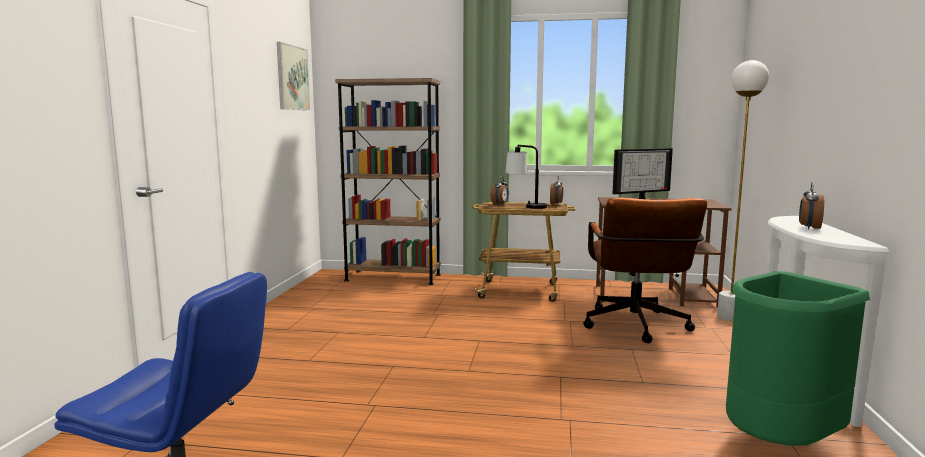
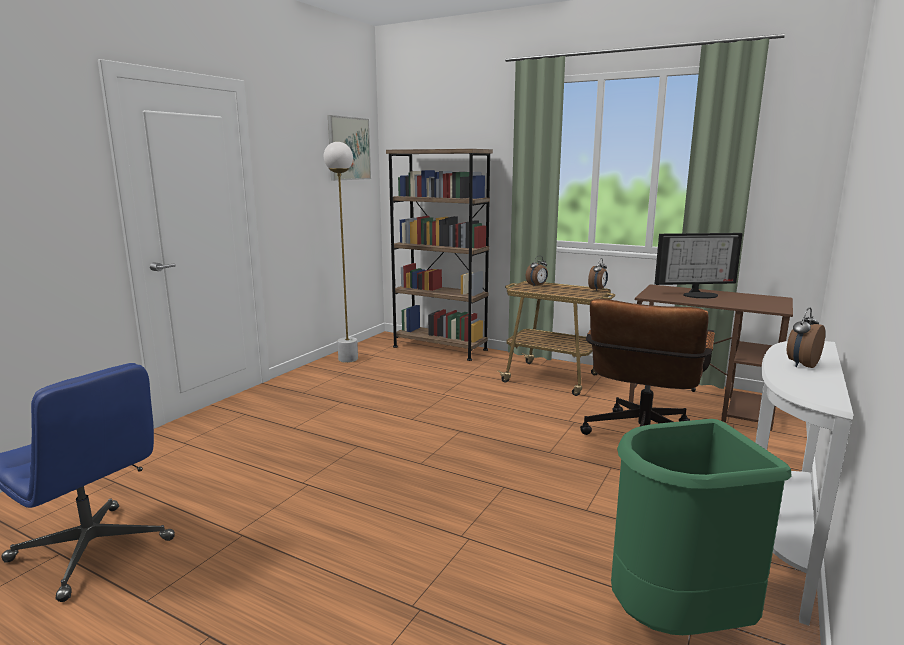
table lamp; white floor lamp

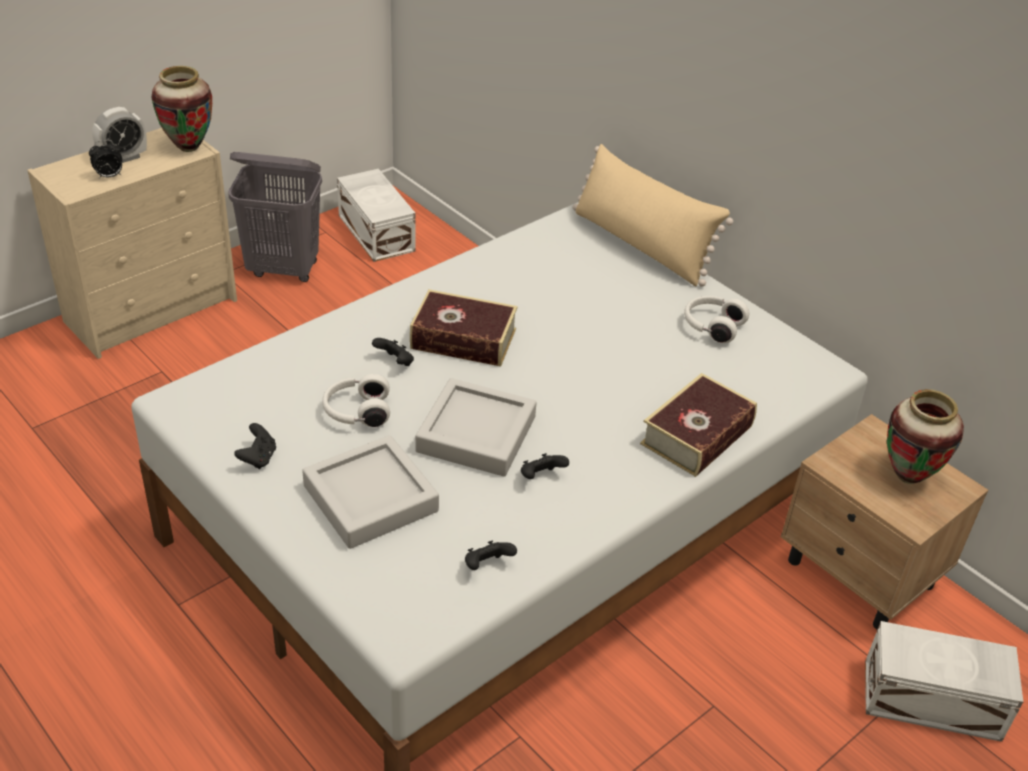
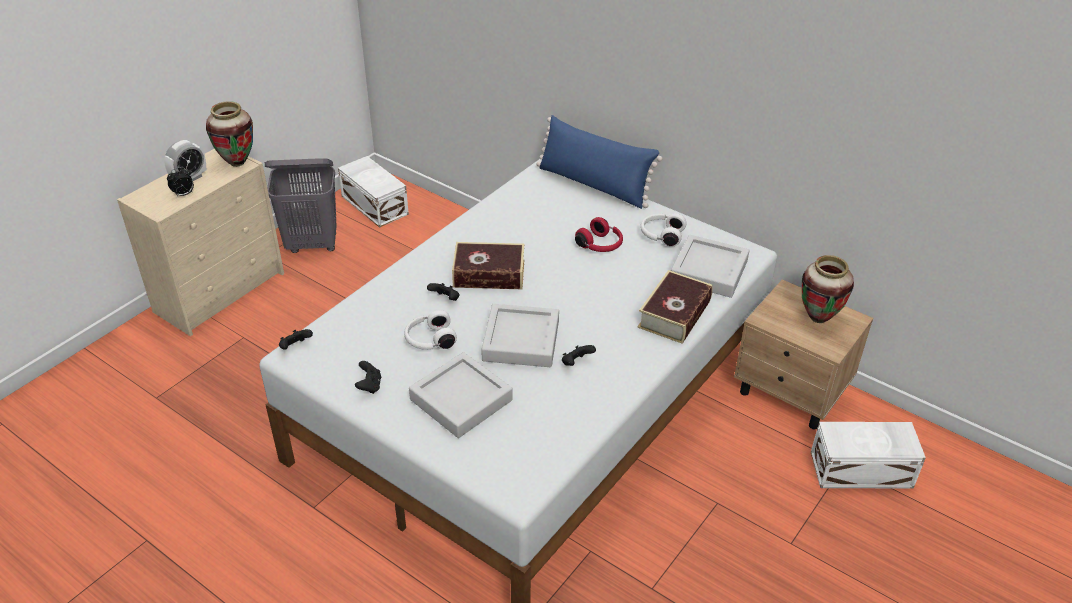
red headphones; grey tray (3rd from left); black game controller (1st from left); blue pillow

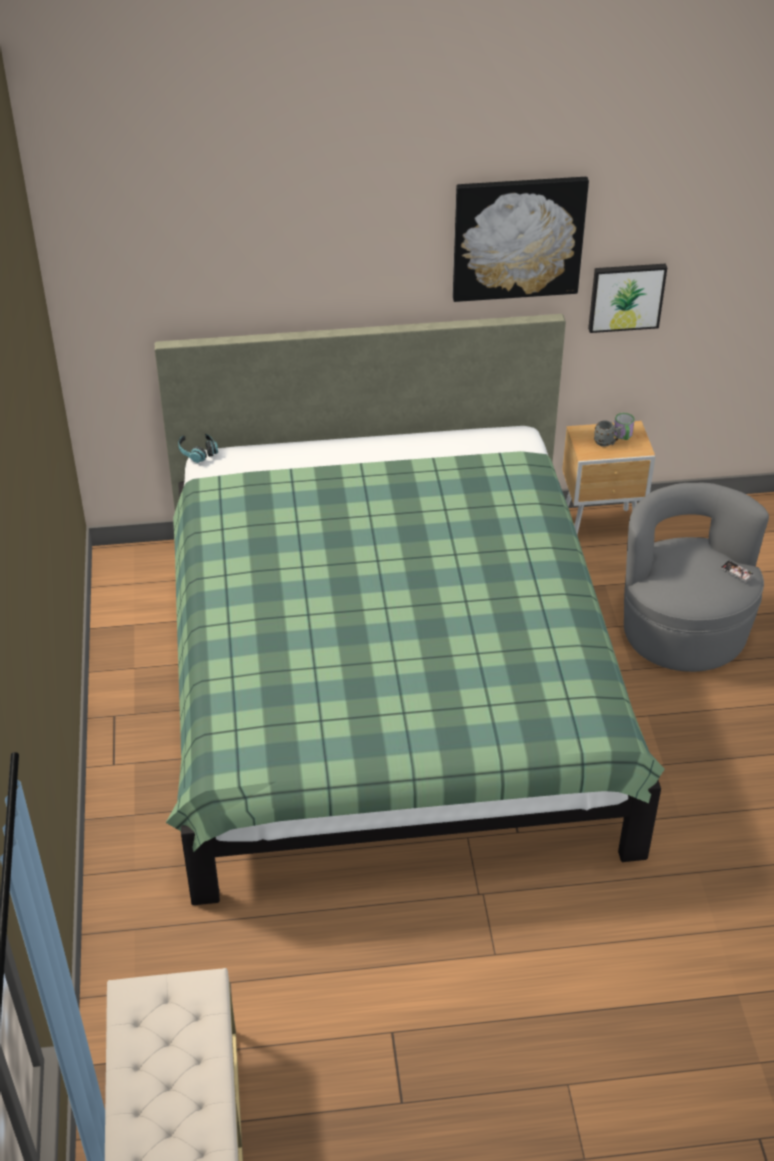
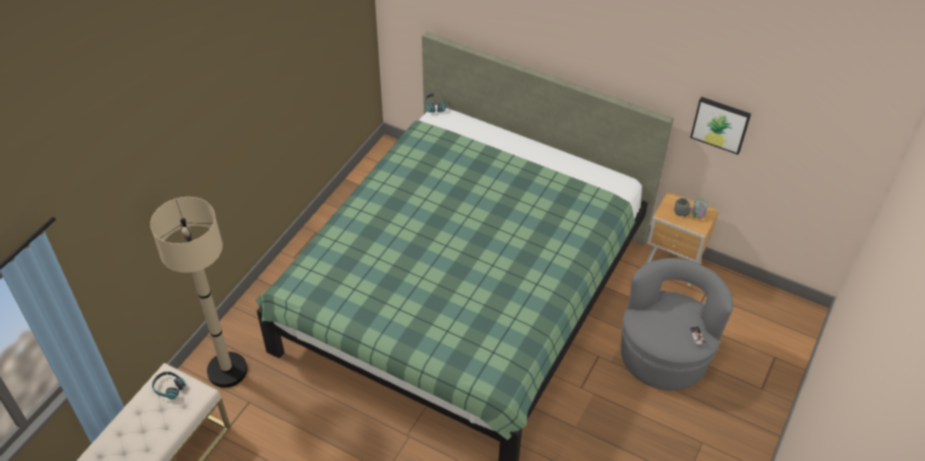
picture (1st from left in the first image); beige floor lamp; headphones (1st from left)

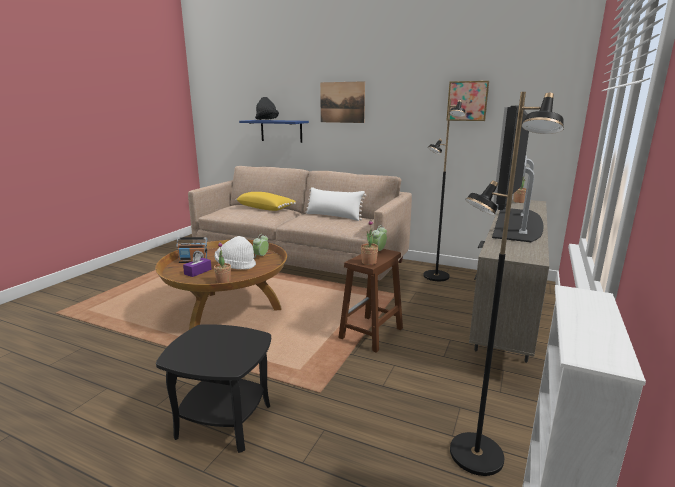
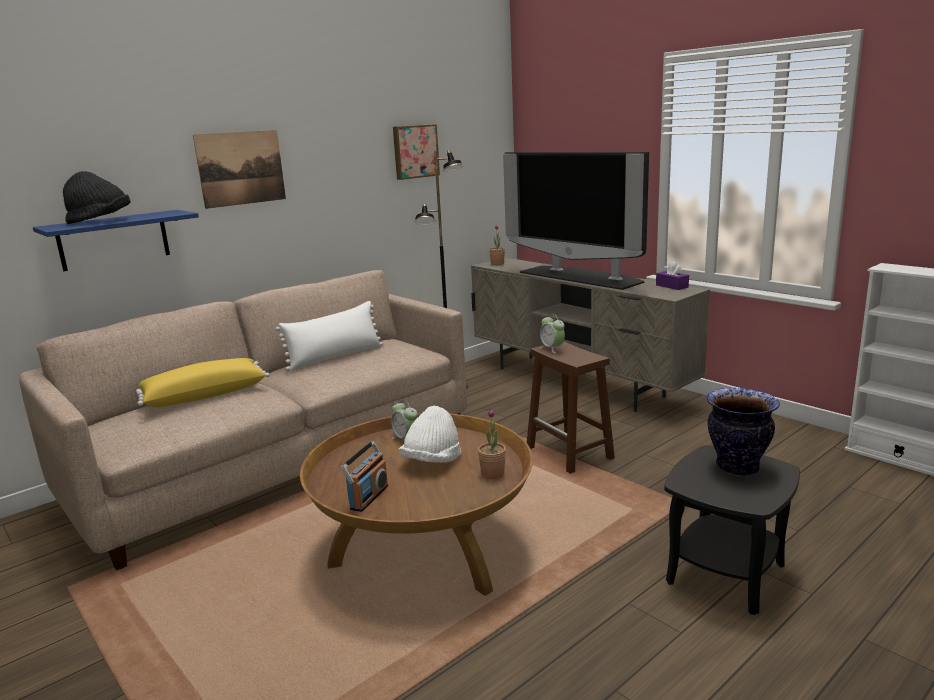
potted plant (2nd from left in the first image); black floor lamp (2nd from left in the first image); vase; purple tissue box

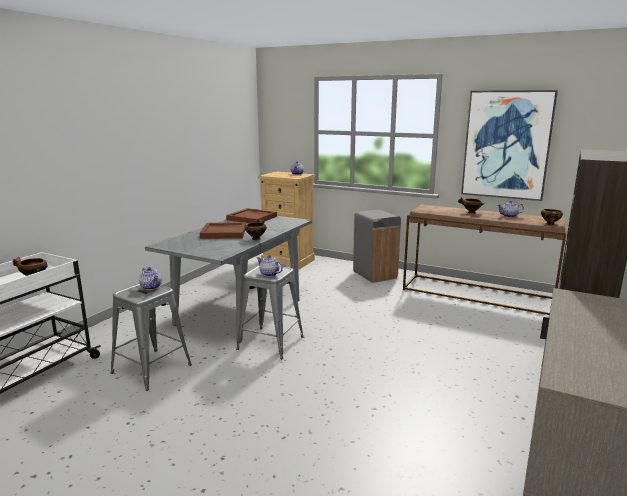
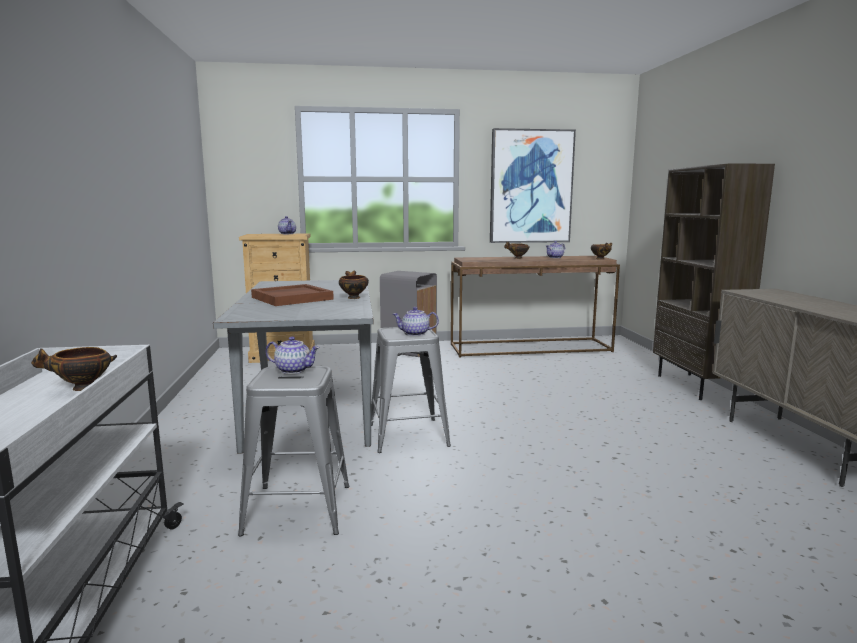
brown tray (2nd from left in the first image)

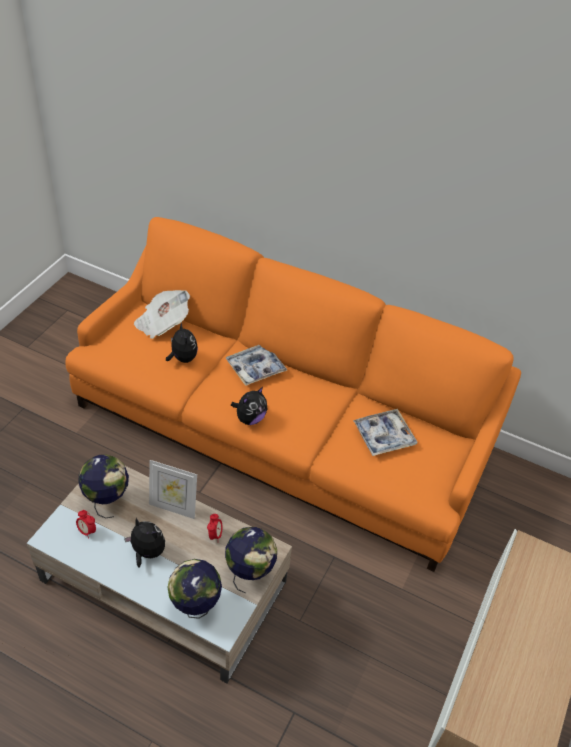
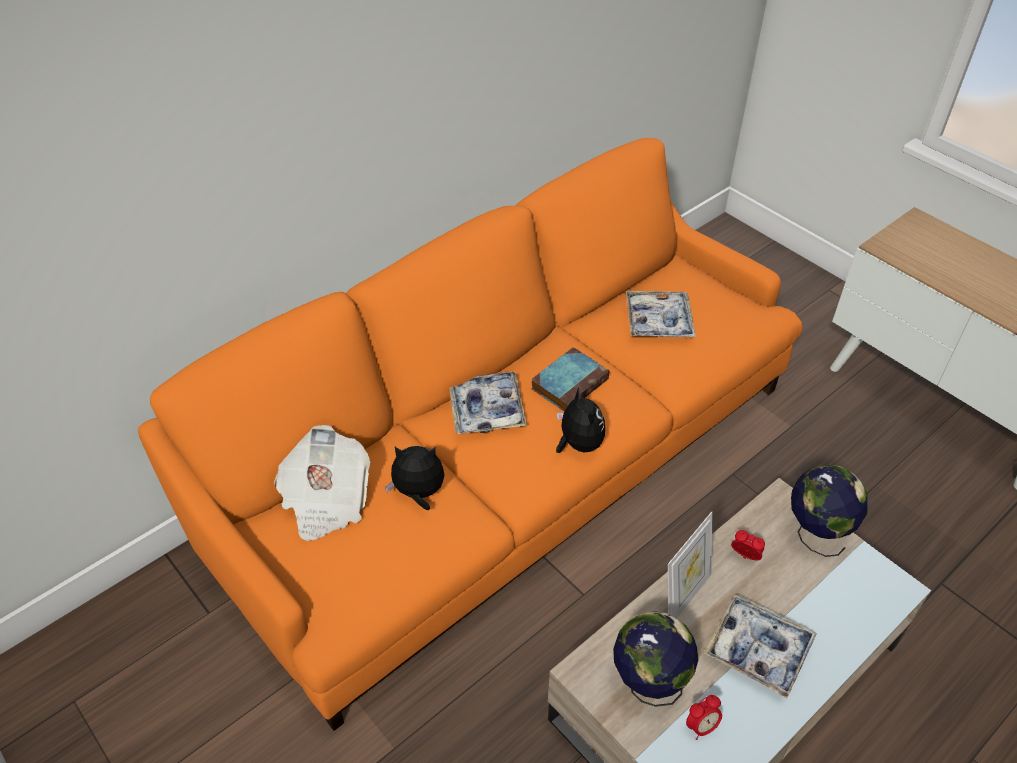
globe (2nd from left in the first image); book; tray (3rd from left)

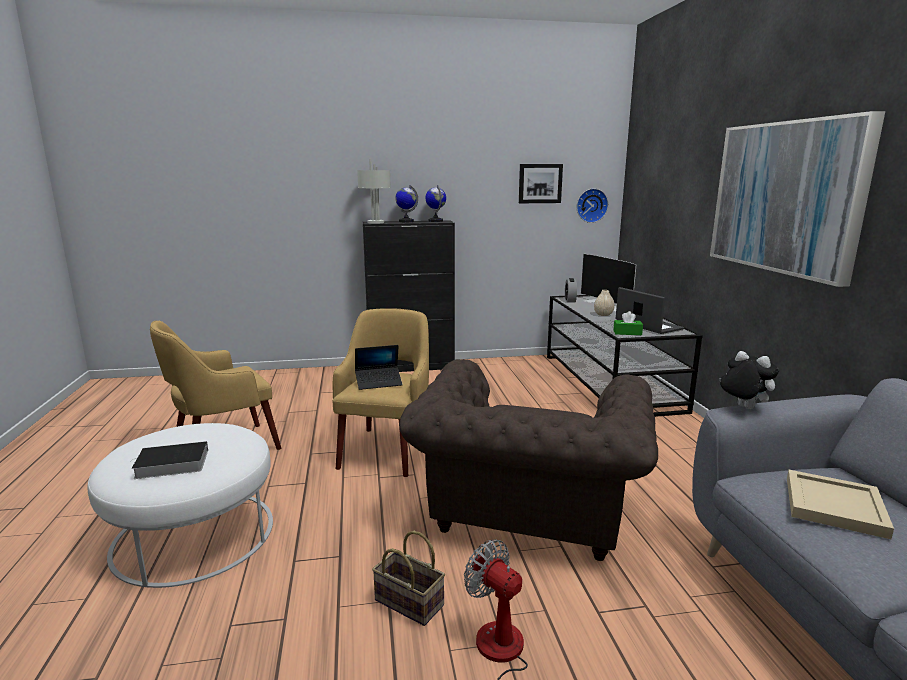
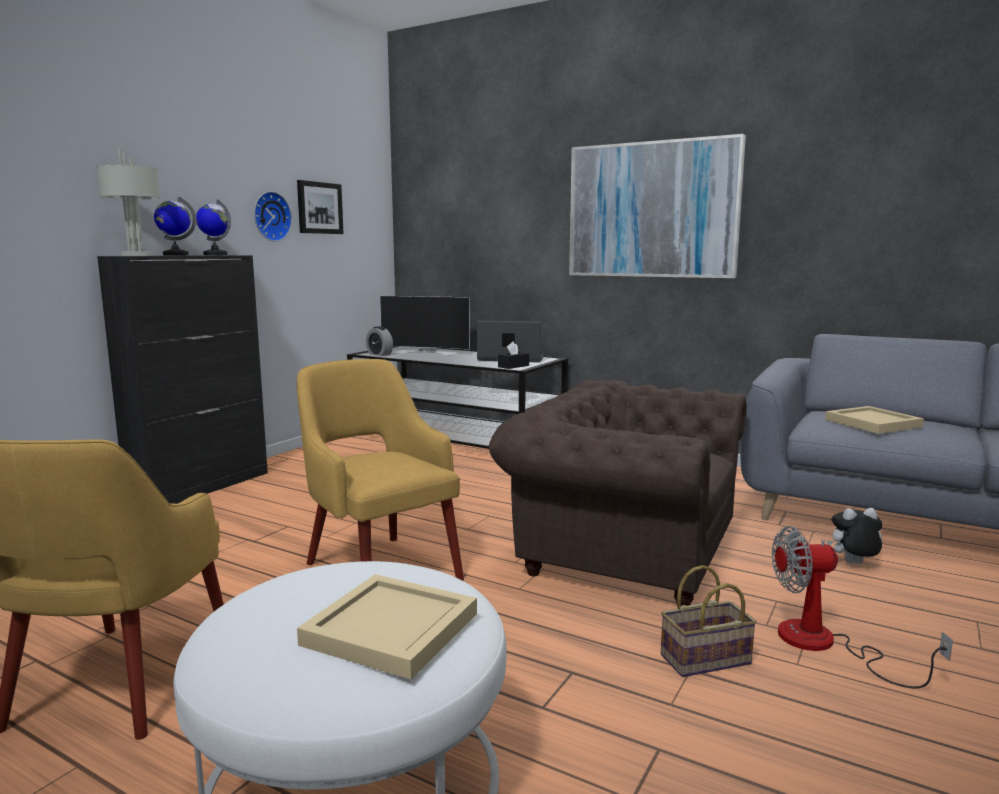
laptop (1st from left in the first image); beige vase; wall clock; plush toy; beige tray (1st from left); black tissue box; brown armchair

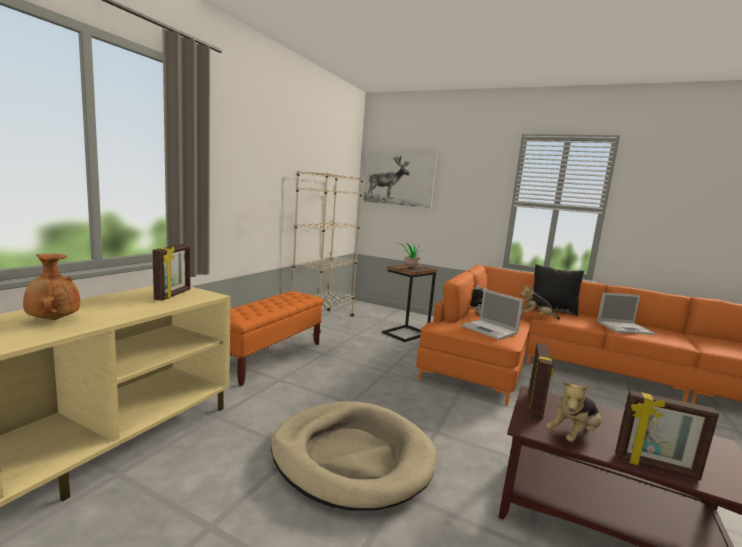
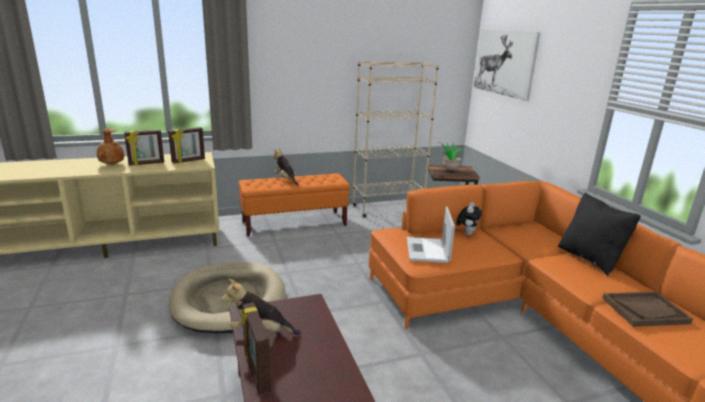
plush toy (2nd from left); picture frame (1st from left); brown tray

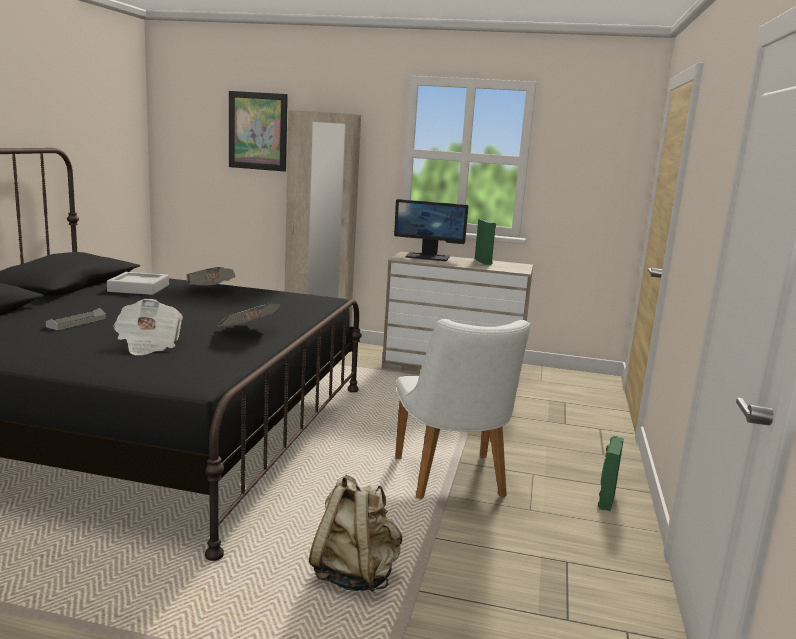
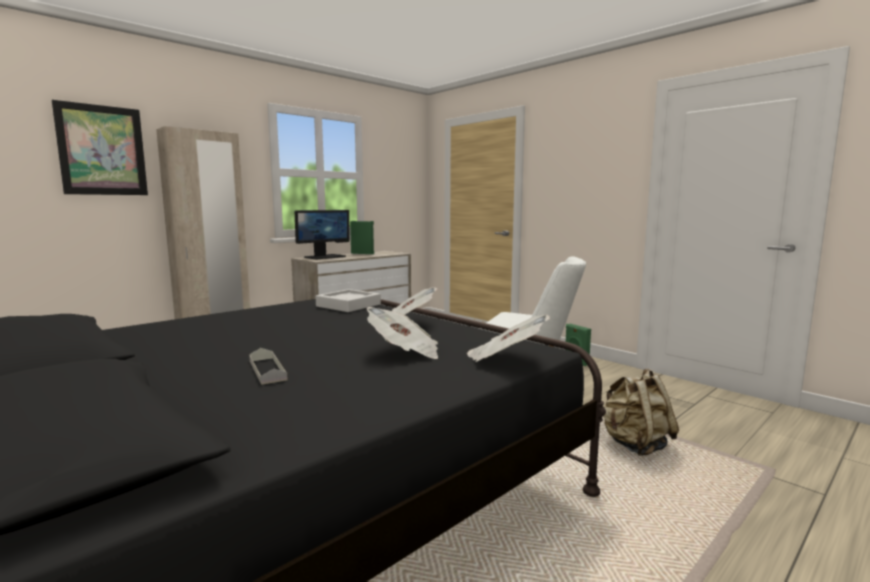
grey tray (2nd from left); newspaper (3rd from left)

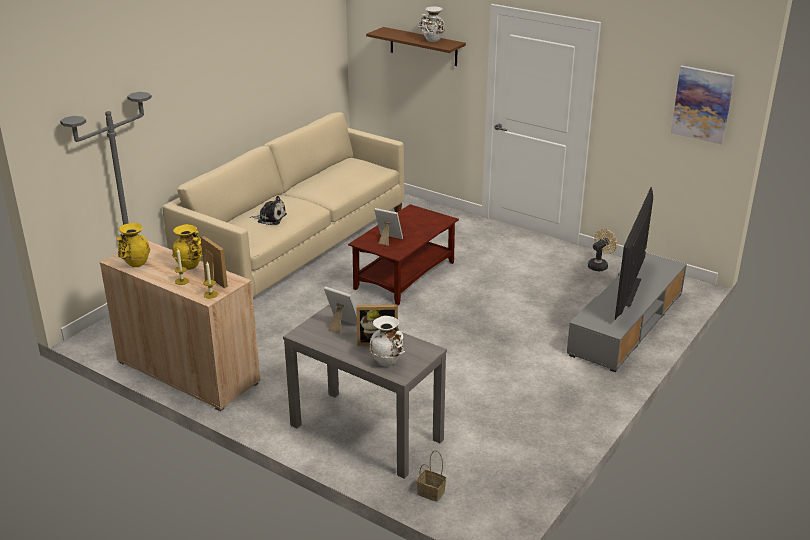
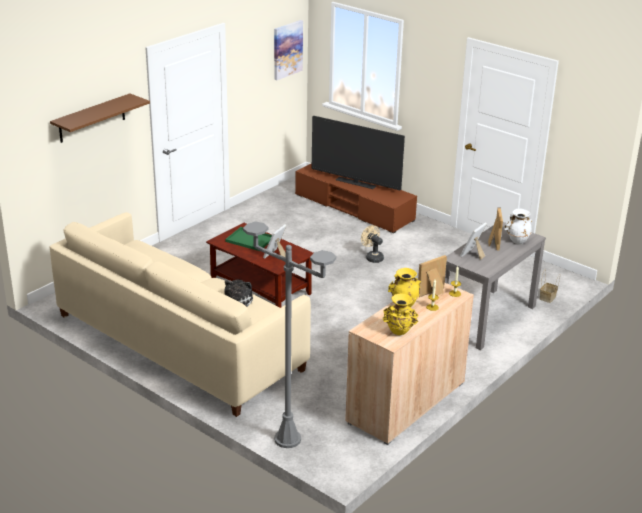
white vase (2nd from left in the first image); green tray; beige fan; brown tv stand

